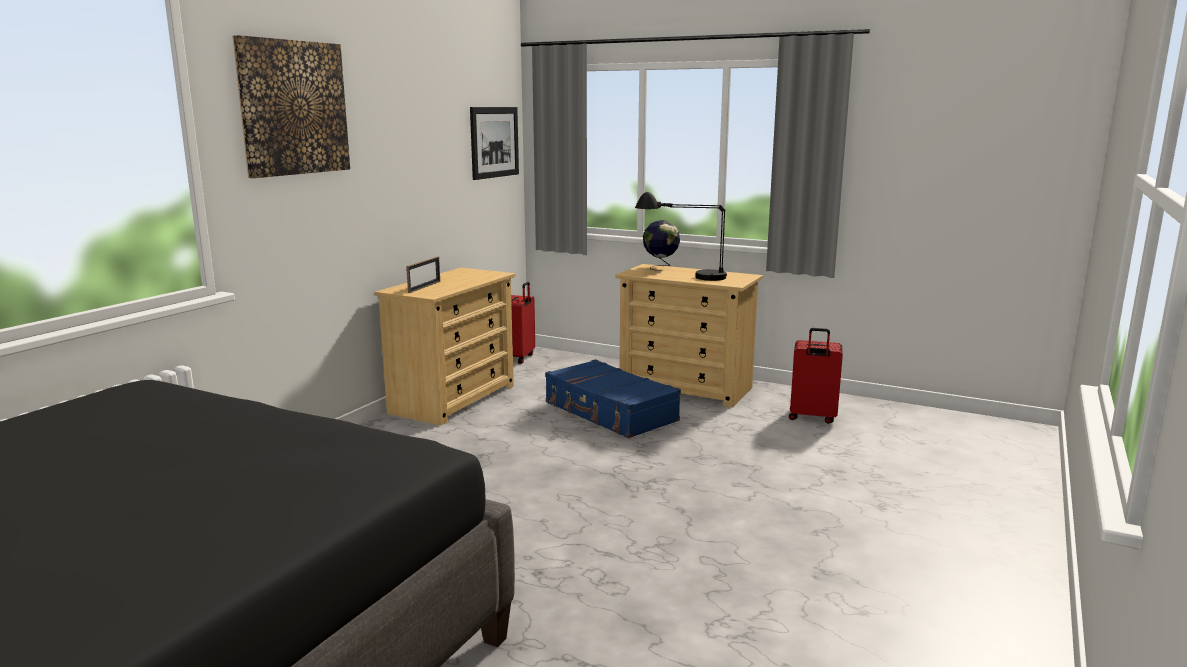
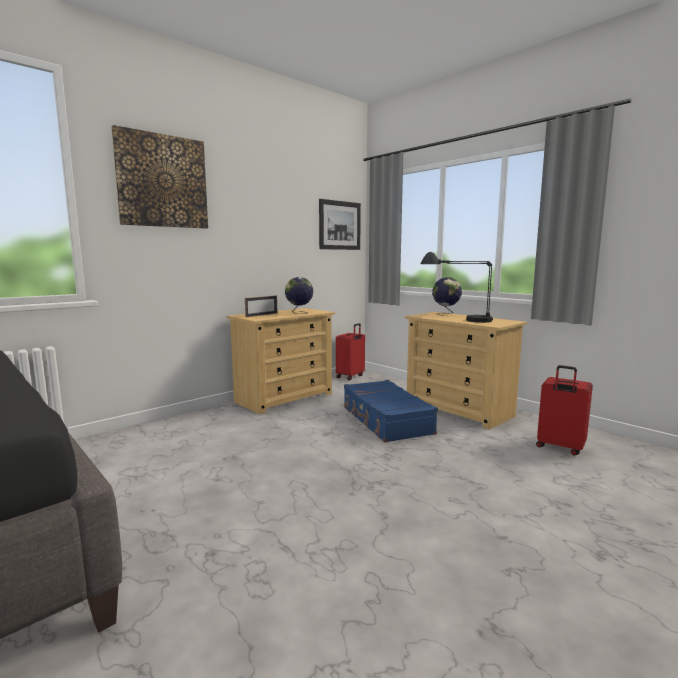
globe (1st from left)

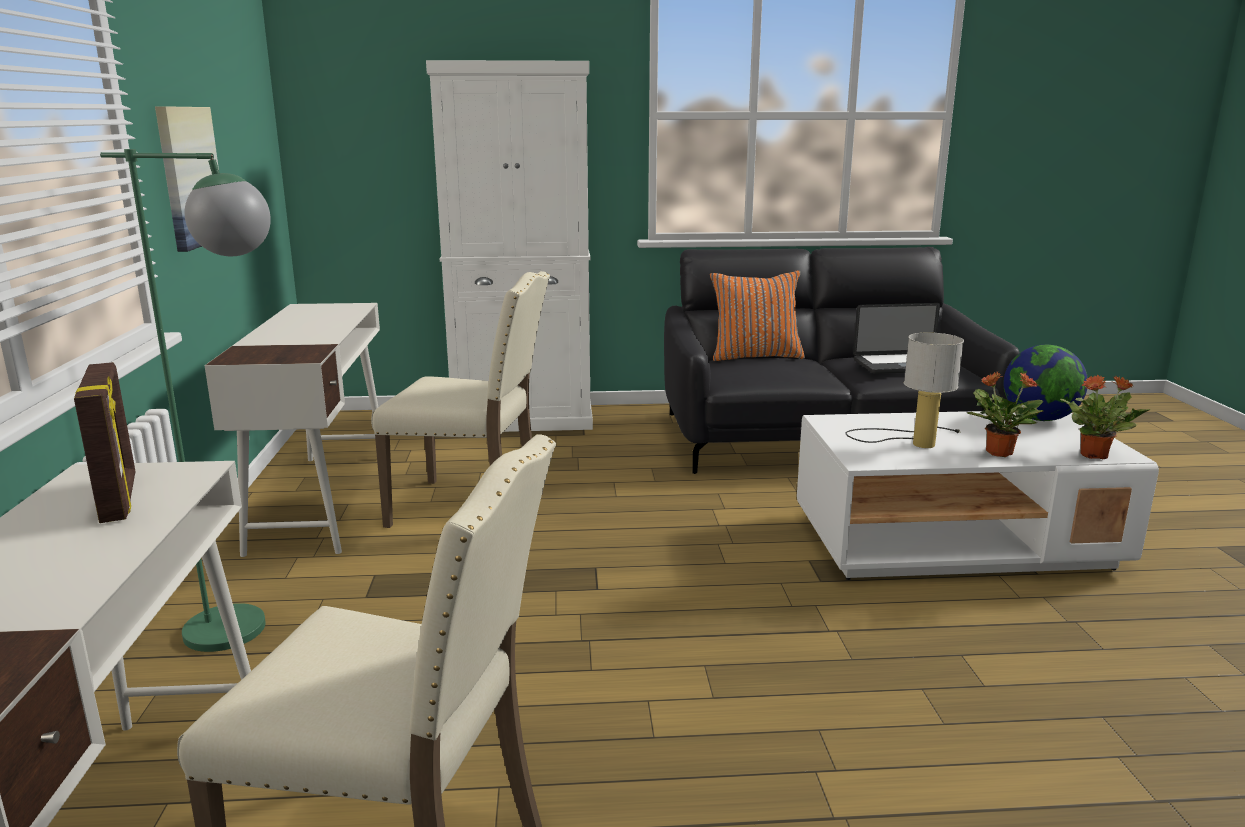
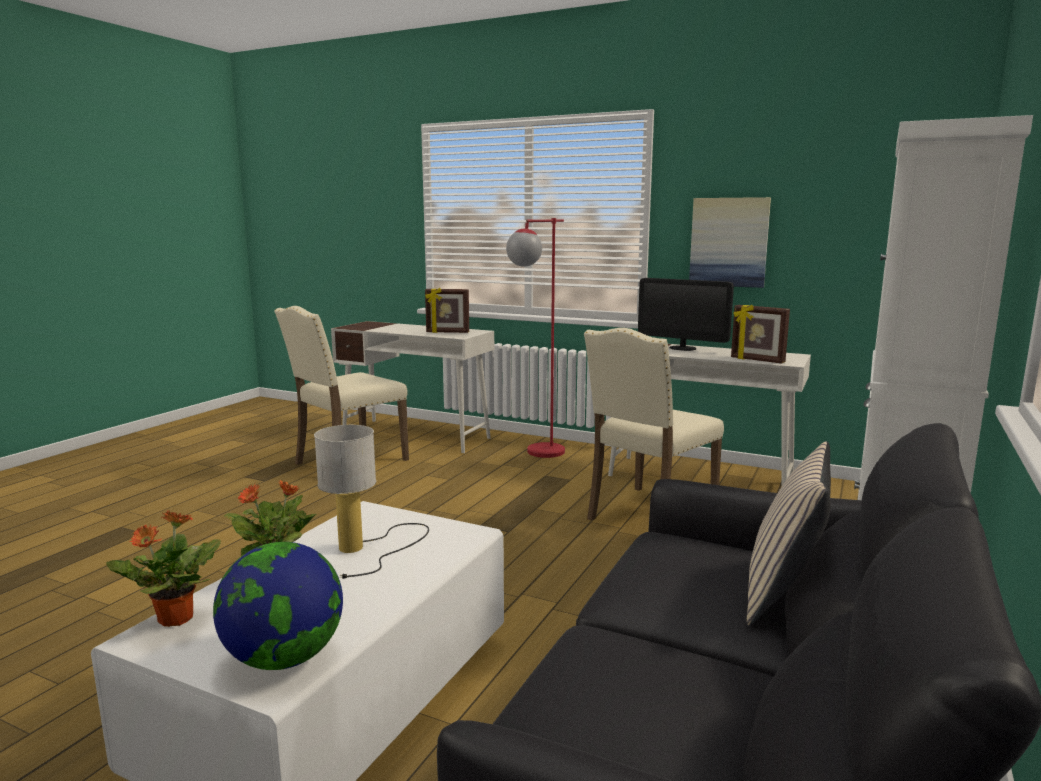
laptop; monitor; picture frame (2nd from left); red floor lamp; beige pillow

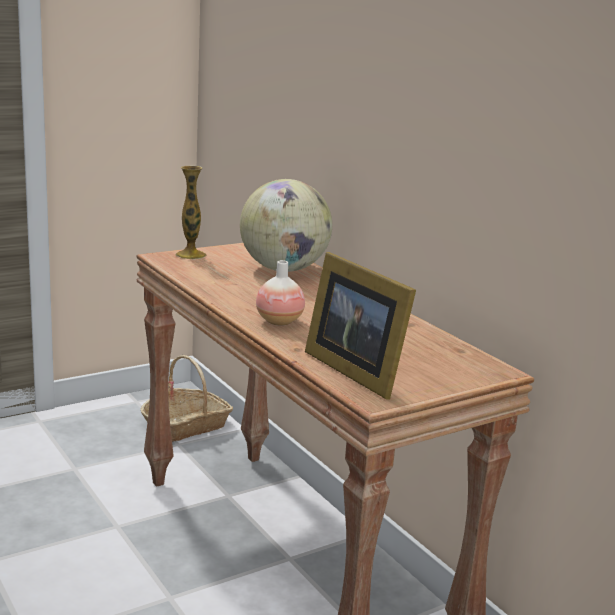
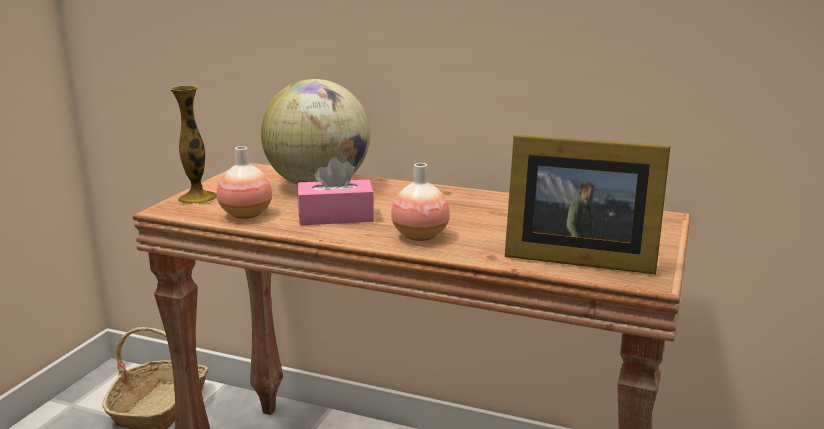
vase (2nd from left); pink tissue box

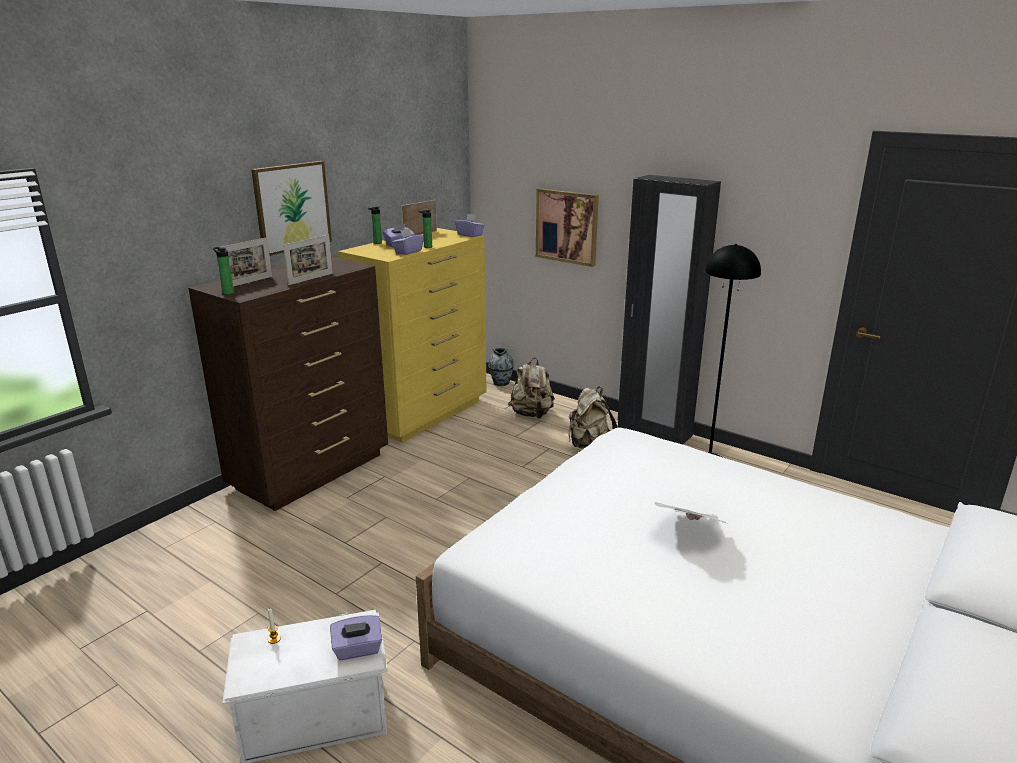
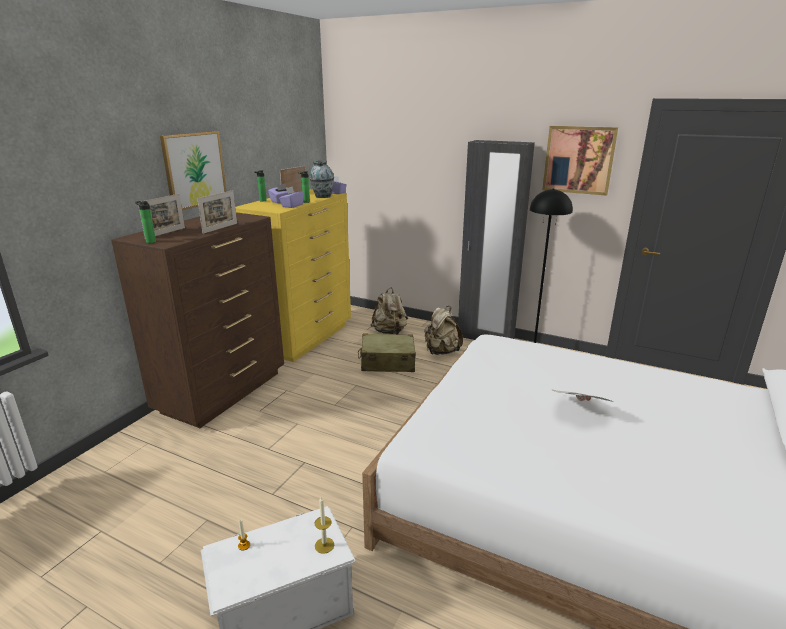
beige suitcase; vase; picture (2nd from left); candle (2nd from left)

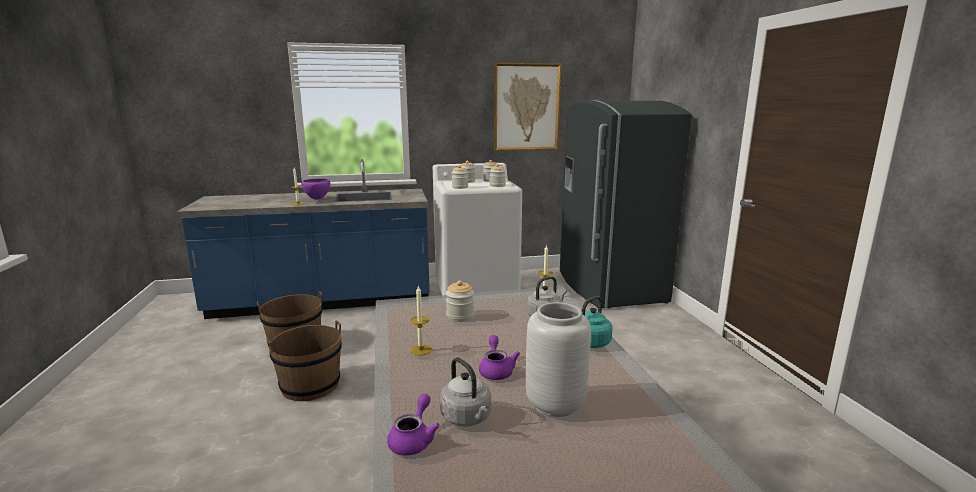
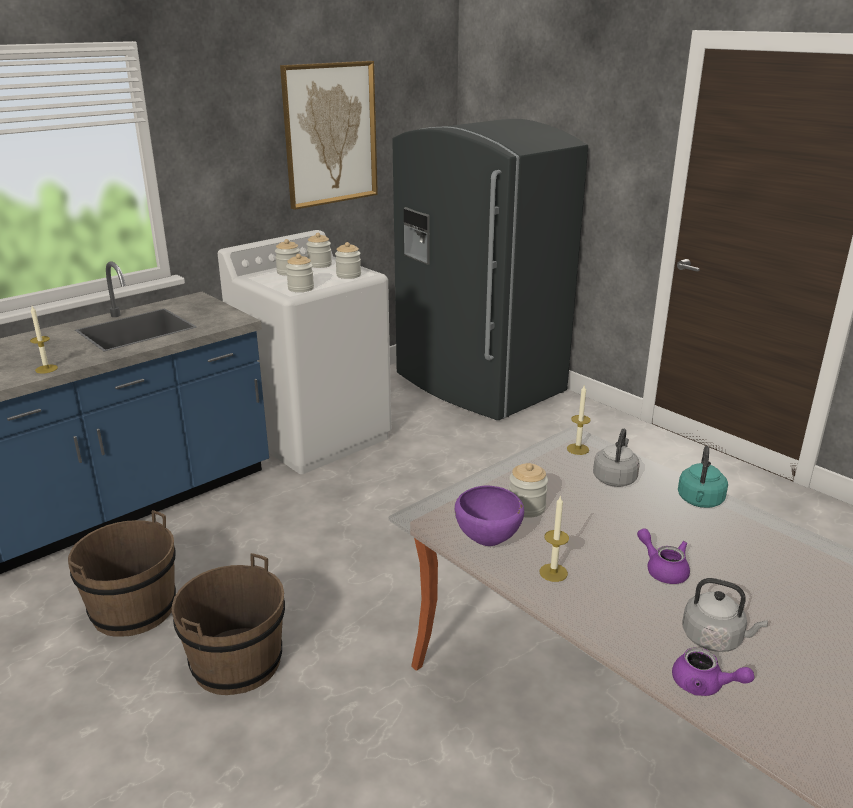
grey vase; purple bowl; purple teapot (2nd from left)

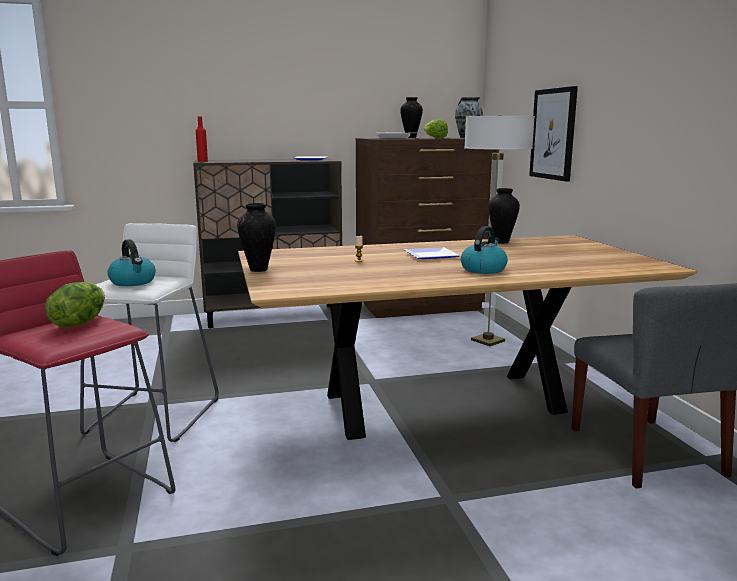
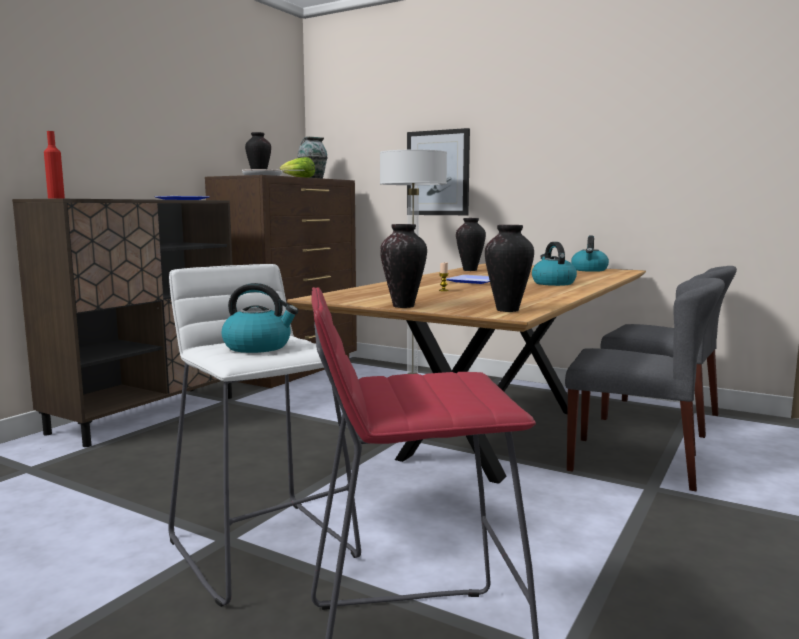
lettuce (1st from left in the first image); vase (5th from left); grey chair (1st from left); kettle (3rd from left)

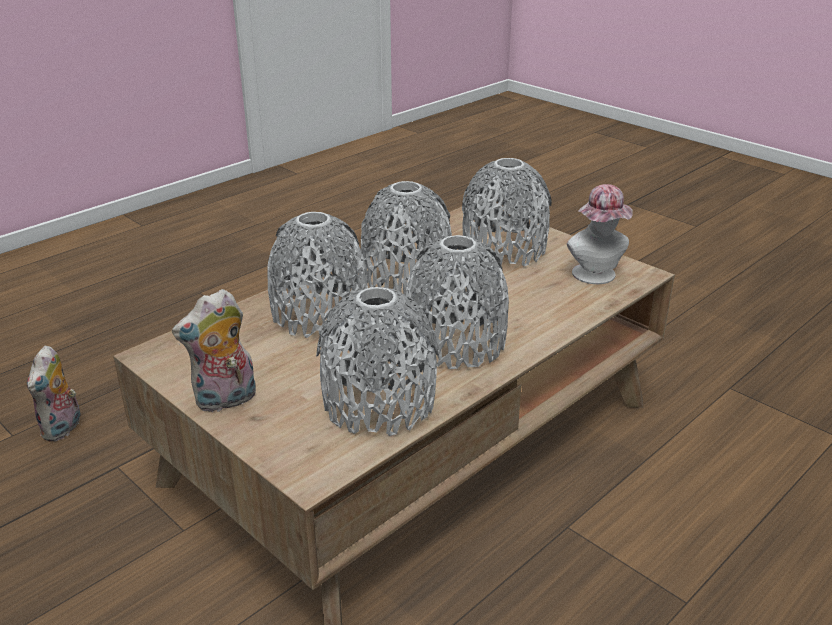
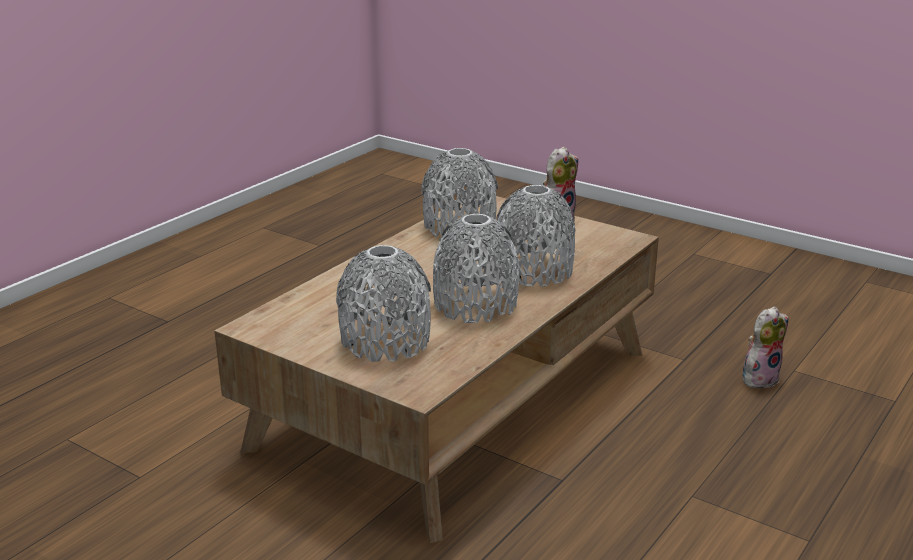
grey vase (4th from left in the first image); hat; plush toy (2nd from left)

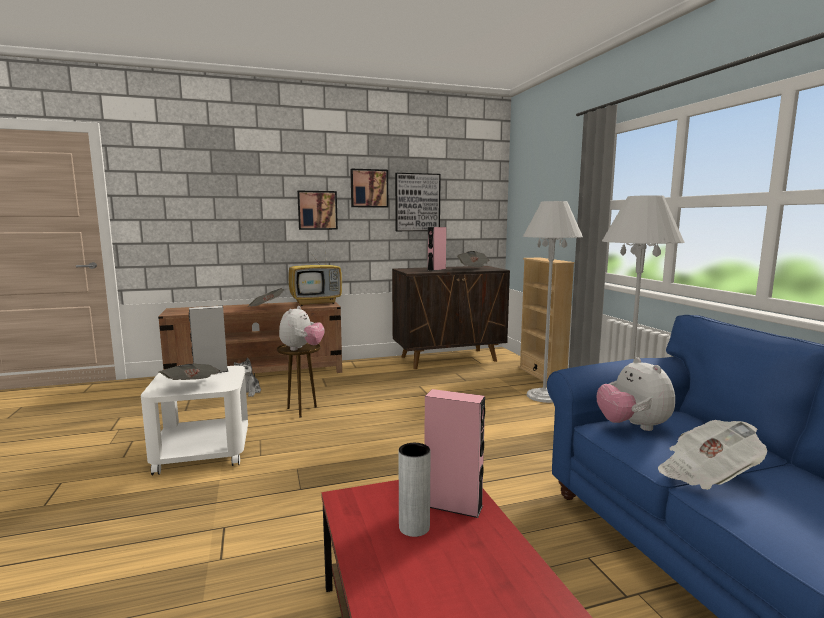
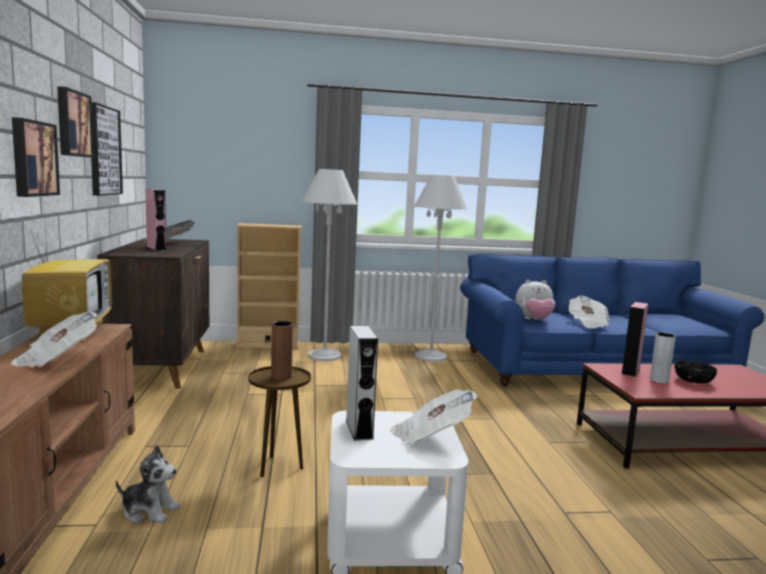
black bowl; brown vase

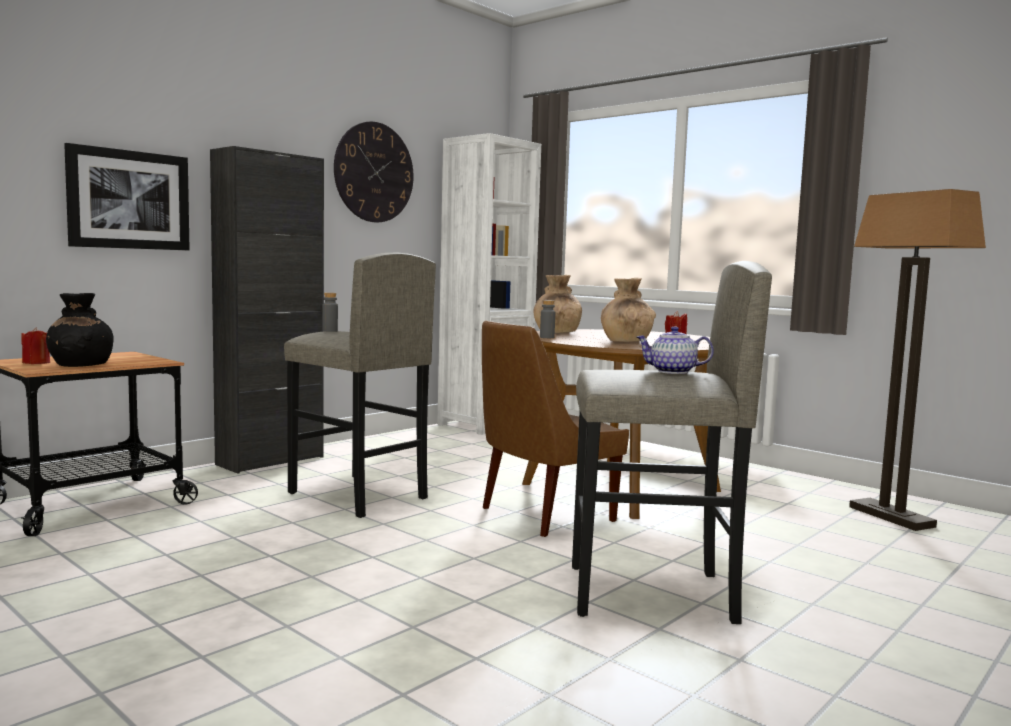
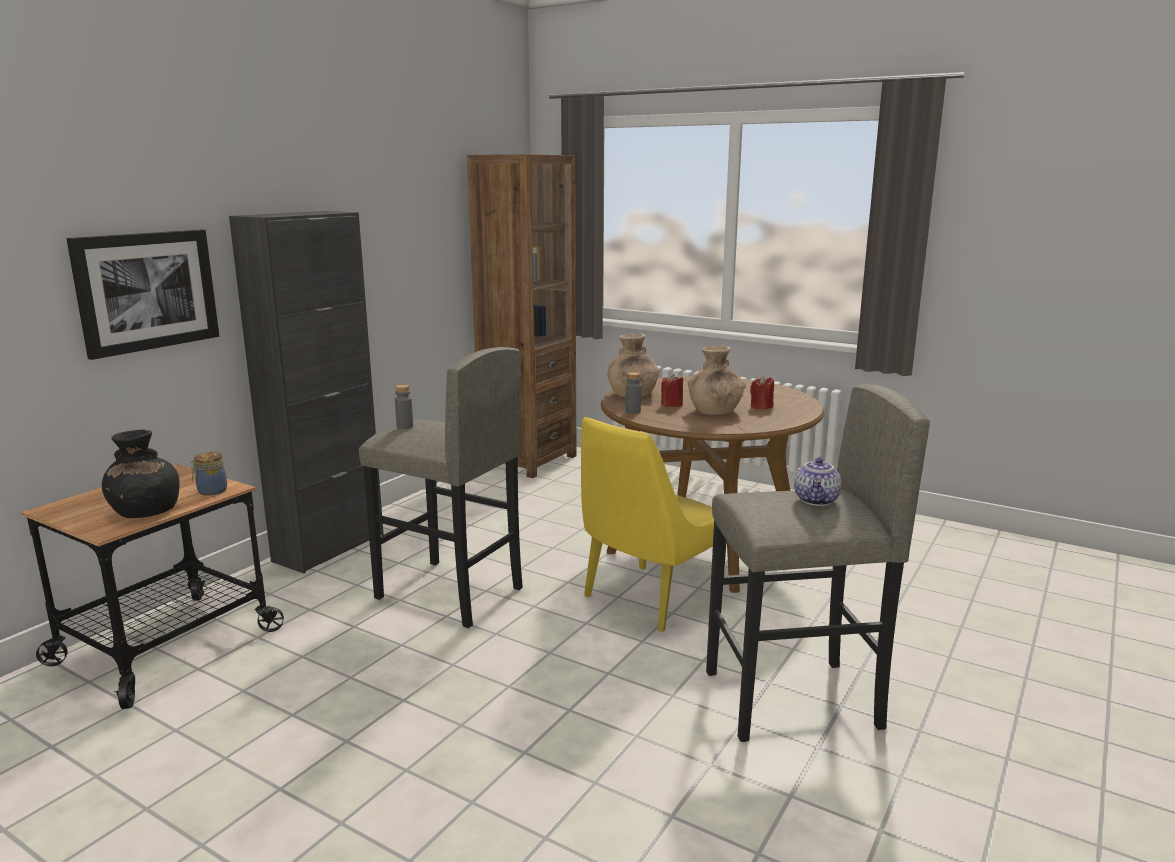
wall clock; floor lamp; jar; red candle (1st from left); brown bookcase; yellow chair; teapot

